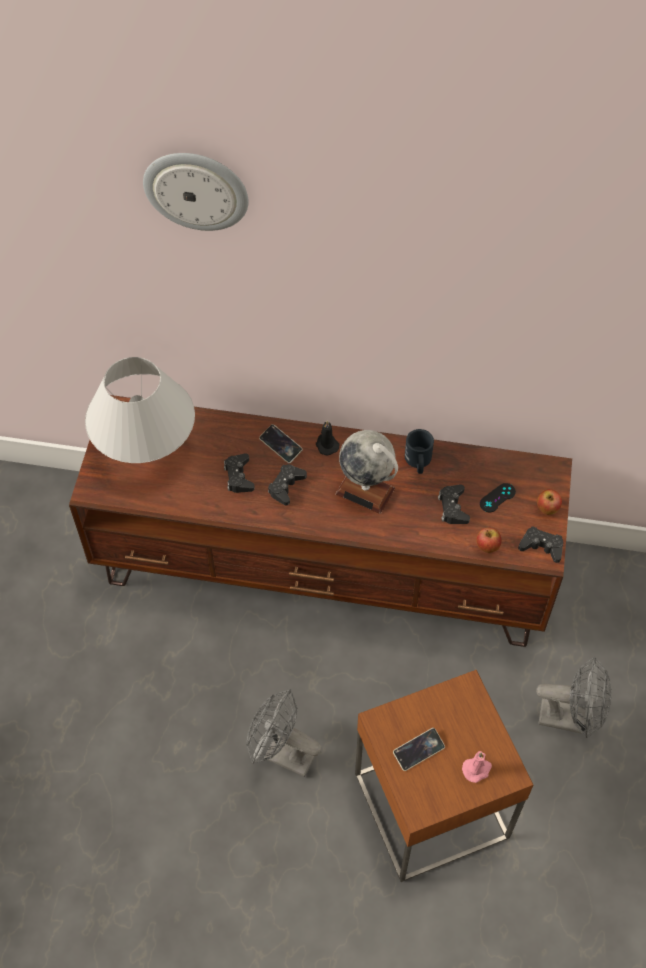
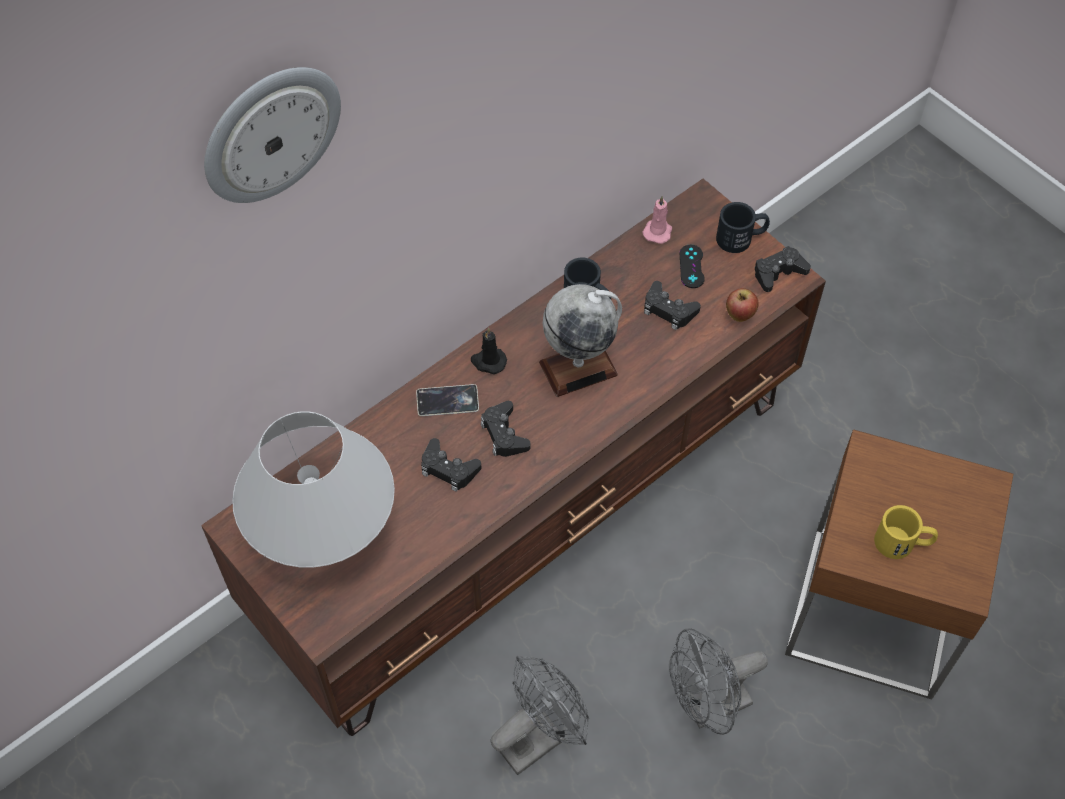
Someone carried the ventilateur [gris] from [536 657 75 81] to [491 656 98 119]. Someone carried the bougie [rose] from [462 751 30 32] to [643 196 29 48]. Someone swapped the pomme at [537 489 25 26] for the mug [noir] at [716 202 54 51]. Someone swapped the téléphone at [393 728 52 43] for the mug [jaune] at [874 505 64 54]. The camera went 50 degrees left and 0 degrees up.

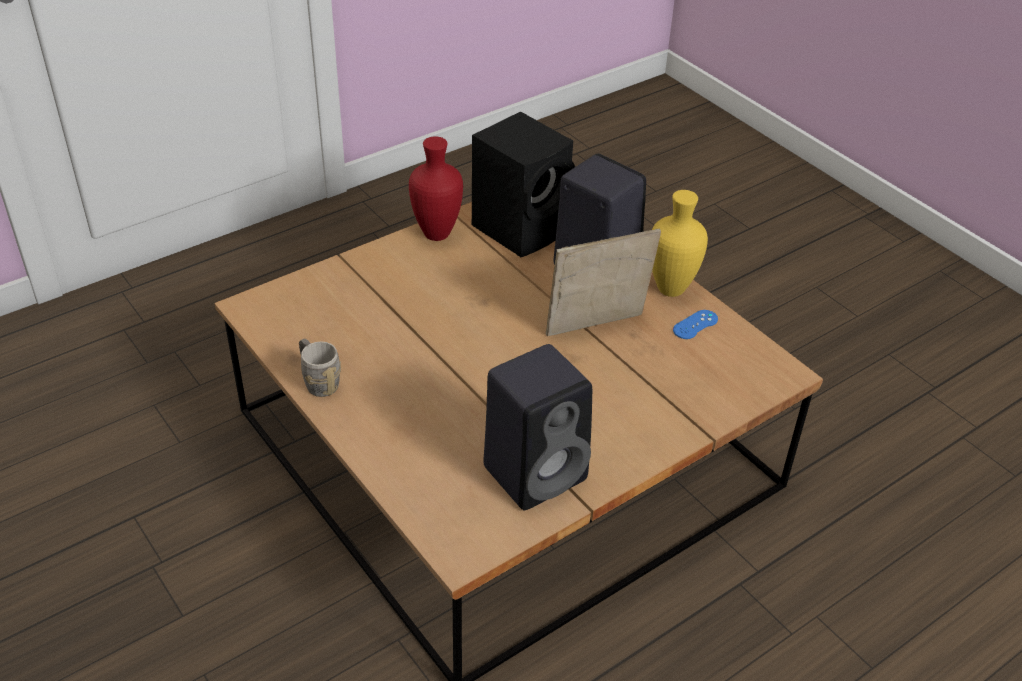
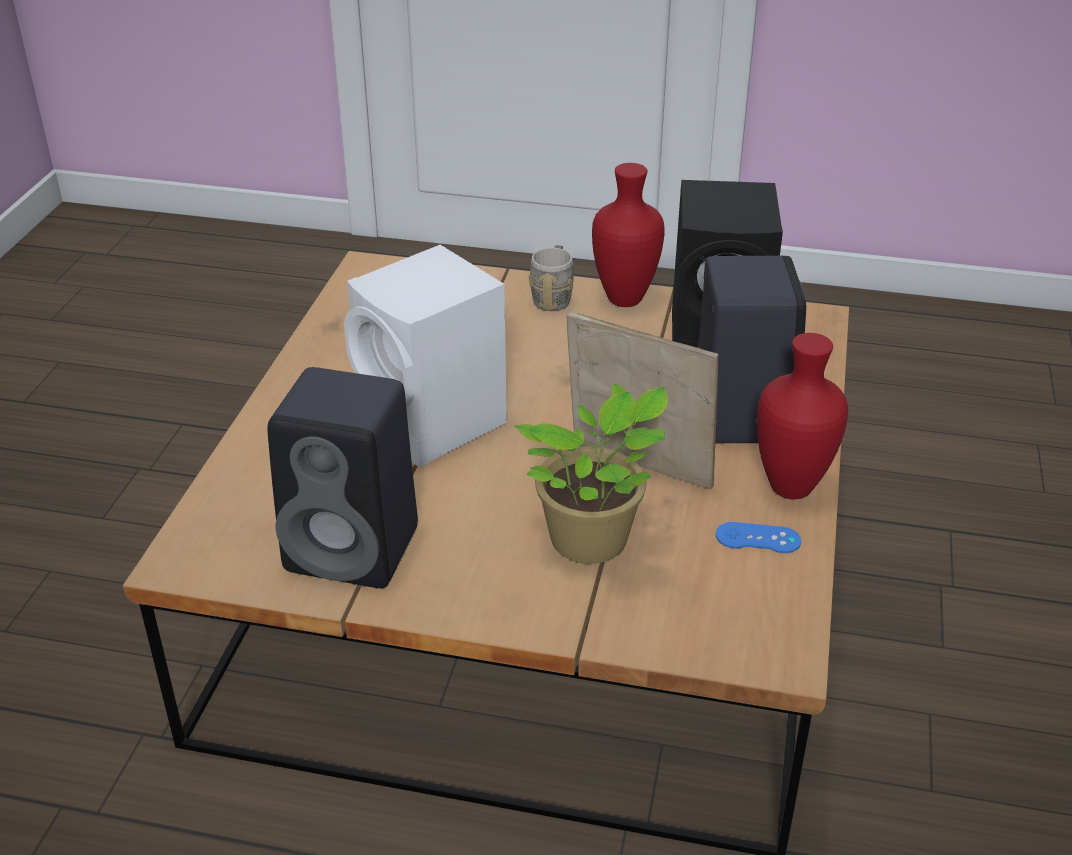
Someone put down the enceinte [blanc] at [344 245 163 222]. Someone put down the plante en pot at [514 384 154 180]. Someone carried the mug [gris] from [299 338 42 59] to [529 245 45 66]. Someone repainted the vase [jaune] at [652 190 56 107], which became the vase [rouge] at [757 333 91 166]. The camera went 50 degrees right and 5 degrees down.

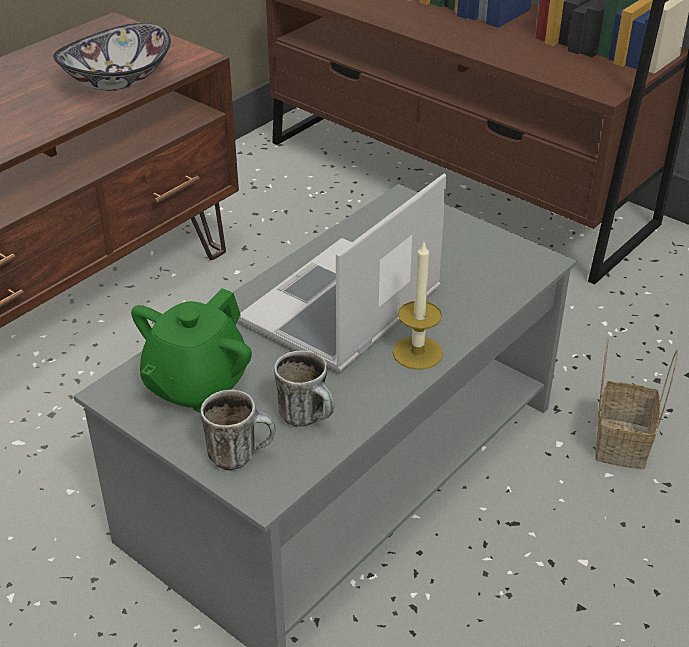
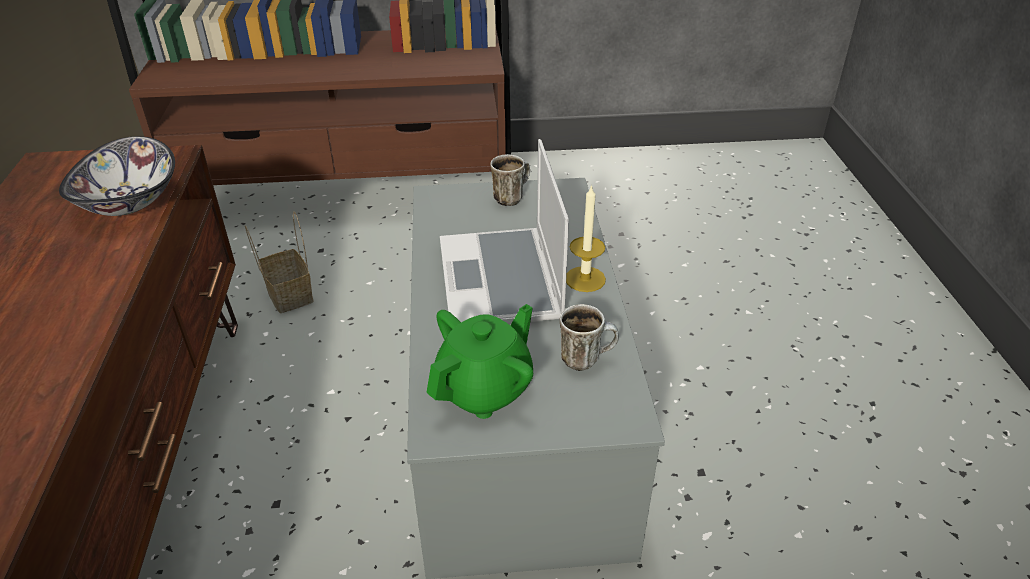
Someone carried the panier from [595 338 83 132] to [245 211 69 102]. Someone rotated the théière [vert] at [131 288 121 125] by 120 degrees counterclockwise. Someone carried the mug from [200 389 76 82] to [490 154 40 52]. The camera went 45 degrees left and 0 degrees up.

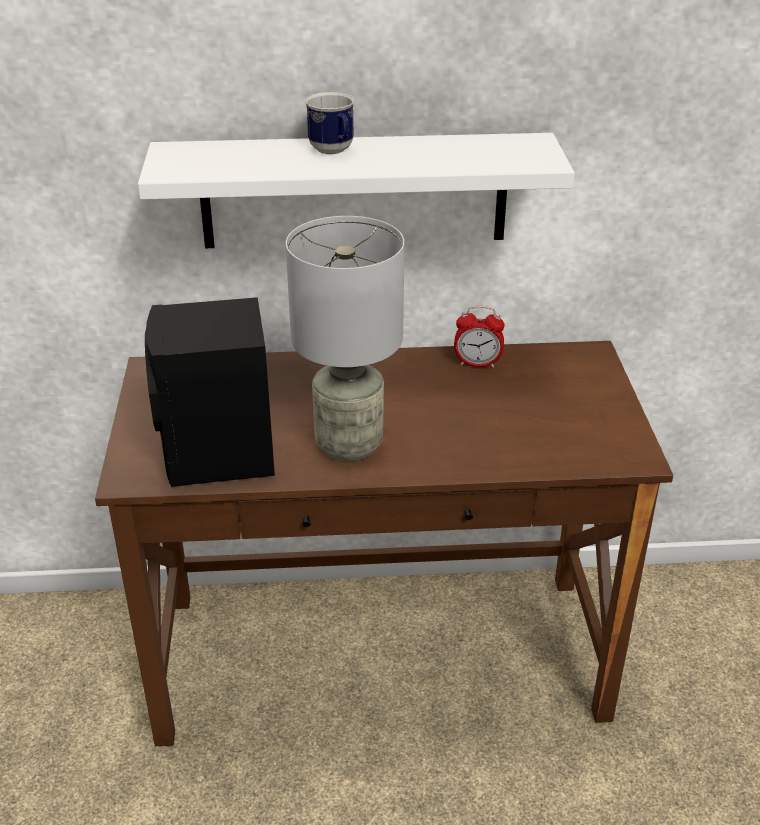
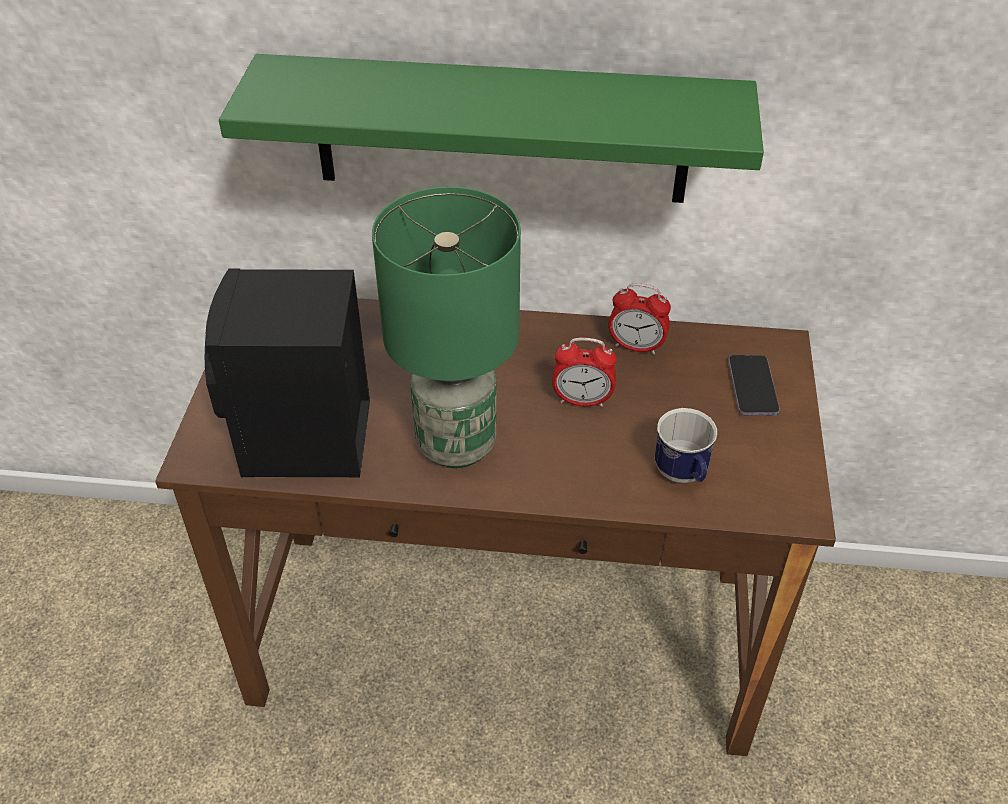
Someone repainted the étagère [blanc] at [138 133 437 115], which became the étagère [vert] at [219 54 545 149]. Someone repainted the lampe de table [gris] at [286 216 118 245], which became the lampe de table [vert] at [372 187 149 281]. Someone put down the réveil at [552 338 65 69]. Someone carried the mug from [305 92 49 62] to [655 408 62 75]. Someone put down the téléphone at [728 355 52 61]. The camera went 10 degrees right and 10 degrees up.

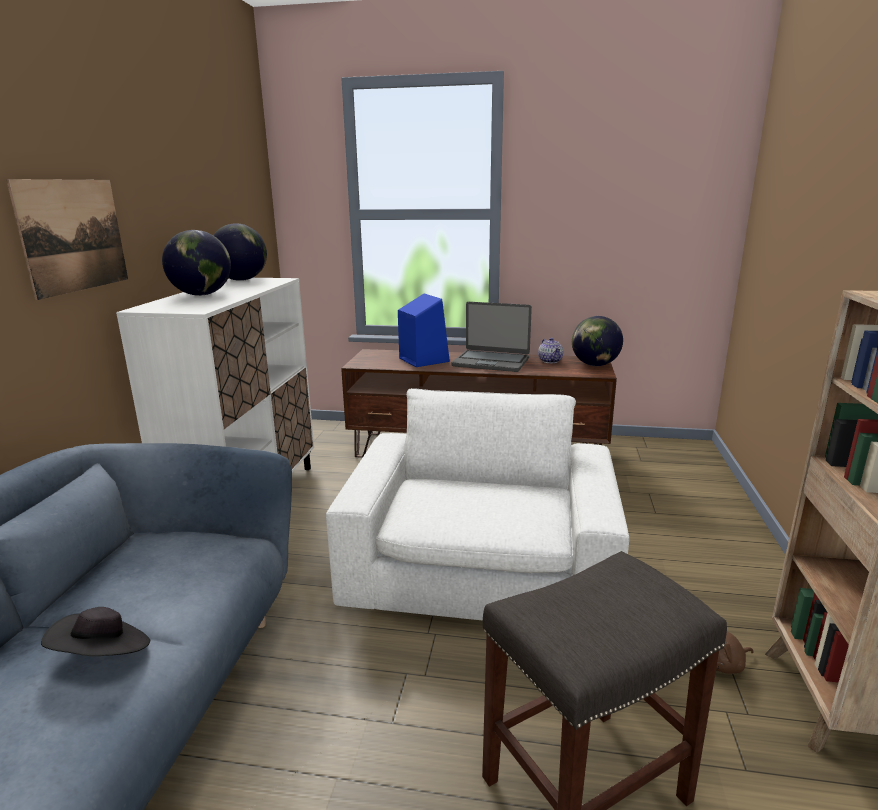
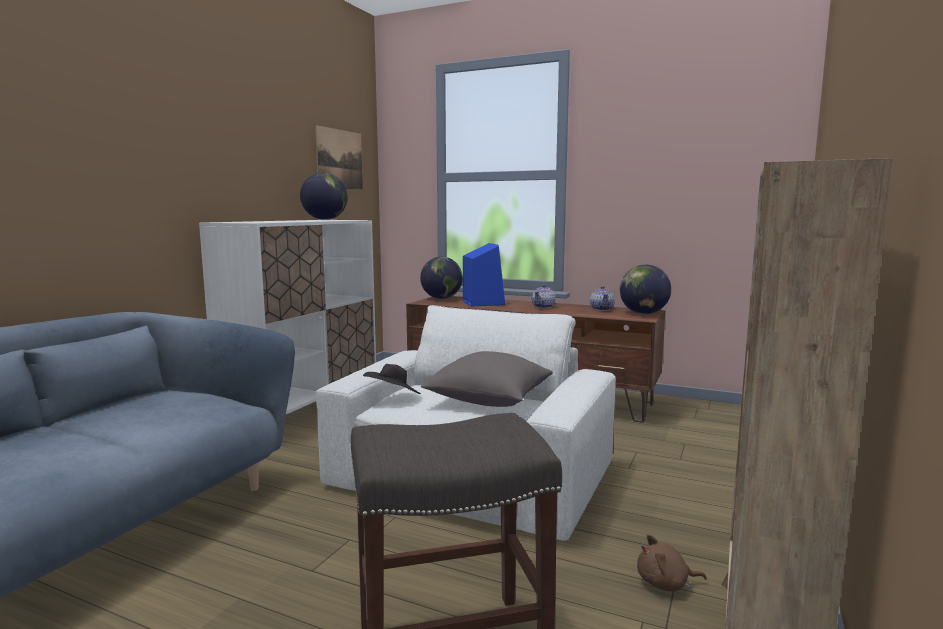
Someone carried the tableau from [6 179 122 121] to [315 125 48 65]. Someone carried the chapeau [noir] from [41 607 109 49] to [363 364 58 30]. Someone carried the globe from [162 230 69 66] to [420 257 43 42]. Someone put down the coussin [gris] at [421 351 132 56]. Someone swapped the ordinateur portable at [451 302 81 70] for the théière at [532 284 23 25]. The camera went 15 degrees right and 10 degrees down.

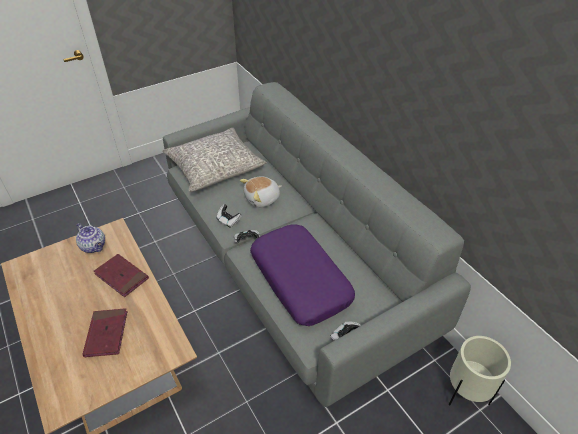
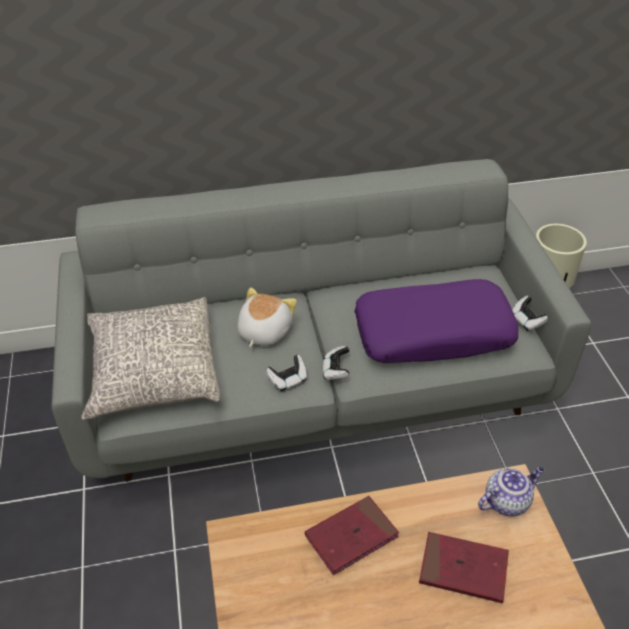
Someone rotated the peluche at [240 177 42 31] by 150 degrees counterclockwise. Someone carried the théière from [76 223 29 30] to [478 467 66 49]. The camera went 70 degrees left and 0 degrees up.

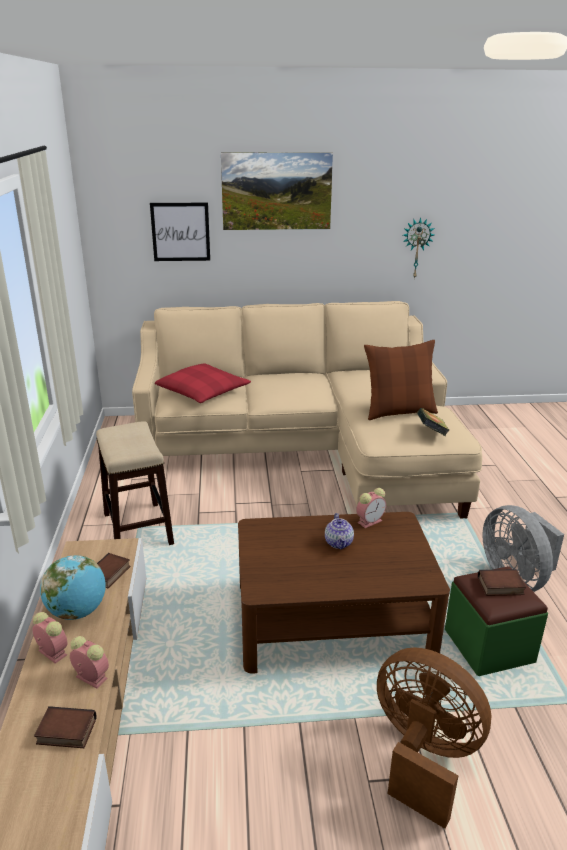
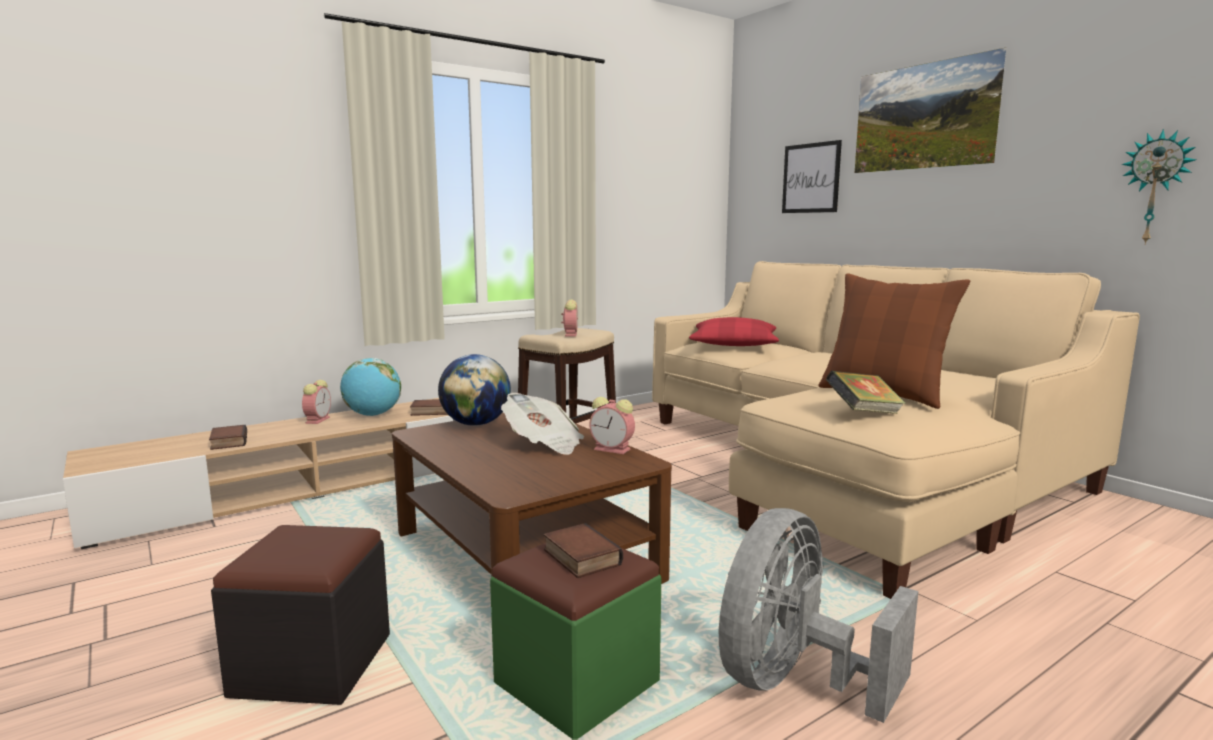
Someone swapped the ventilateur [marron] at [377 647 114 182] for the pouf [noir] at [211 525 179 180]. Someone put down the globe at [438 354 73 72]. Someone swapped the théière at [325 513 29 36] for the journal at [501 393 83 62]. Someone carried the réveil from [70 636 39 53] to [561 300 17 36]. The camera went 60 degrees right and 15 degrees down.

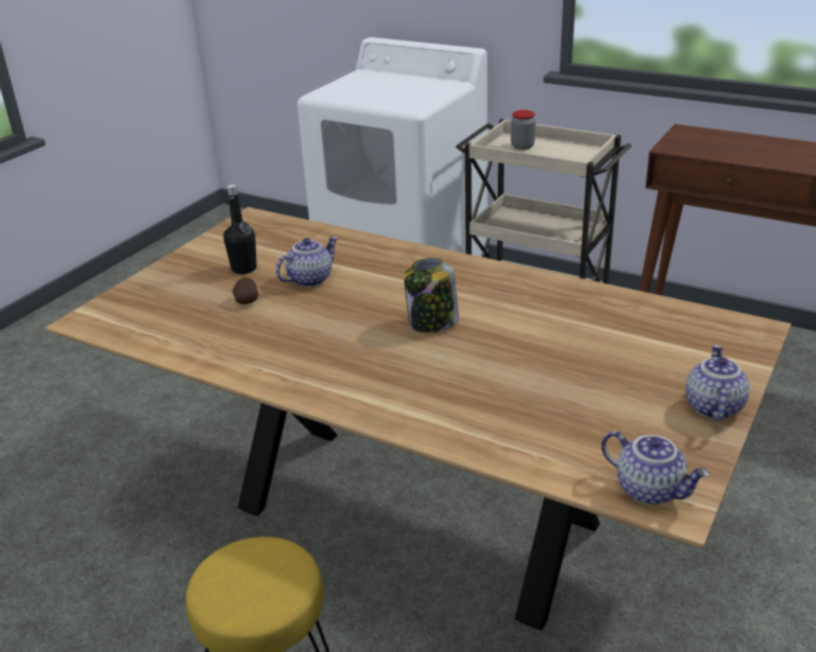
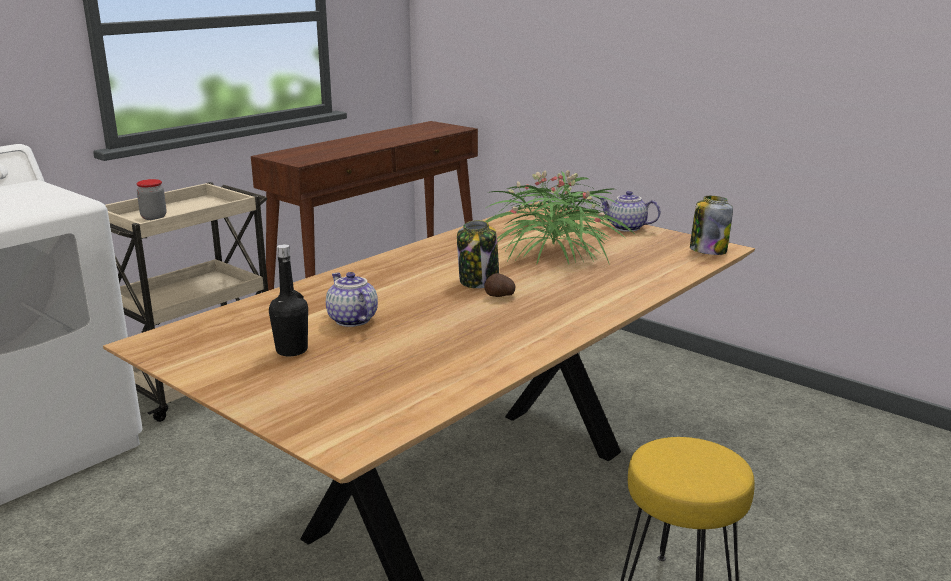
Someone carried the pomme de terre from [233 278 25 26] to [484 273 31 24]. Someone put down the plante en pot at [485 170 150 96]. Someone swapped the théière at [601 431 109 74] for the bocal at [690 196 43 59]. The camera went 80 degrees left and 10 degrees down.

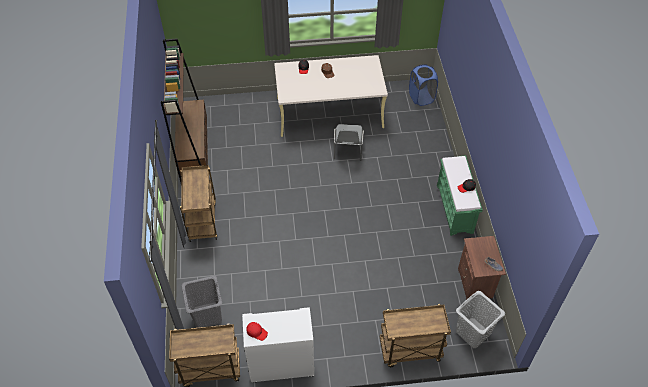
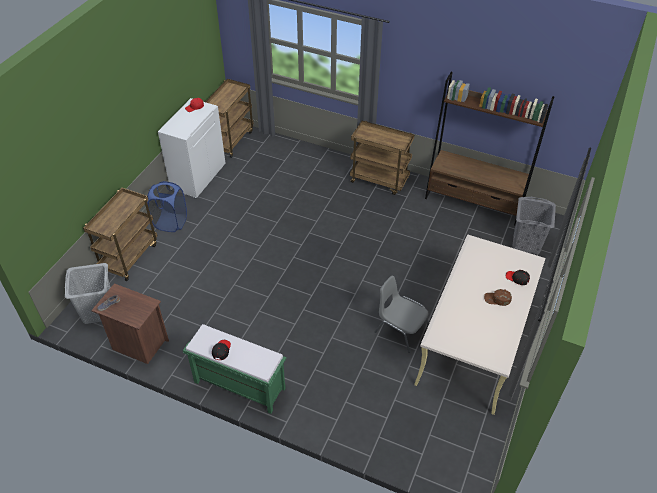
Someone carried the panier à linge [bleu] from [409 64 29 42] to [147 181 40 51]. Someone carried the panier à linge [gris] from [181 276 41 52] to [512 197 44 57]. The camera went 120 degrees right and 5 degrees down.

